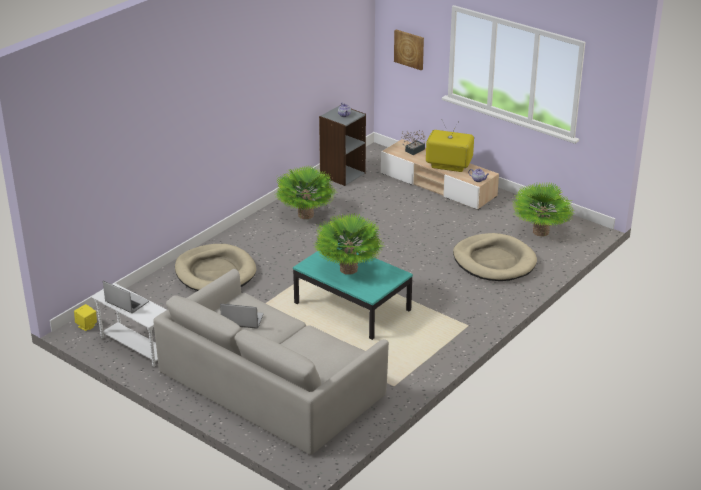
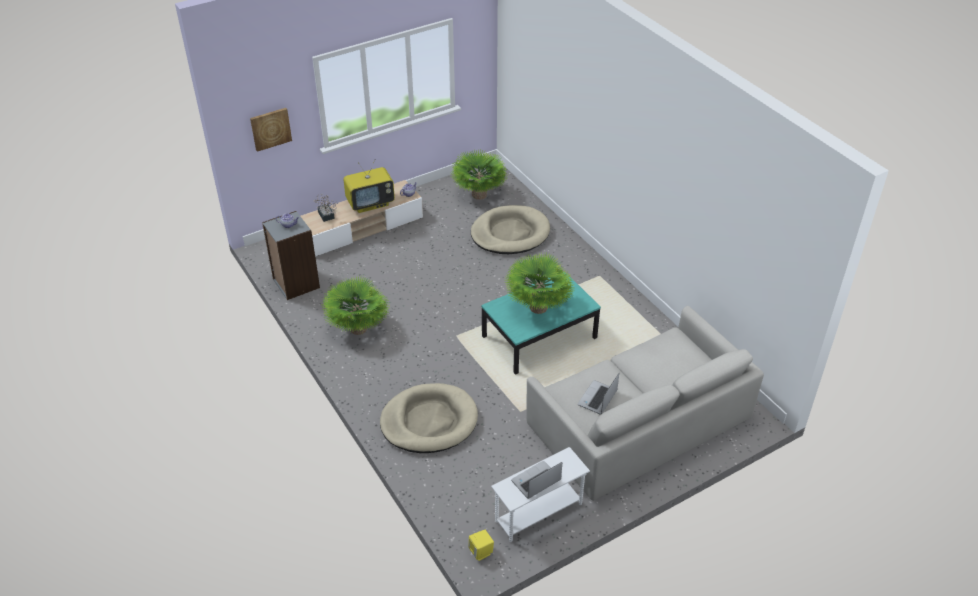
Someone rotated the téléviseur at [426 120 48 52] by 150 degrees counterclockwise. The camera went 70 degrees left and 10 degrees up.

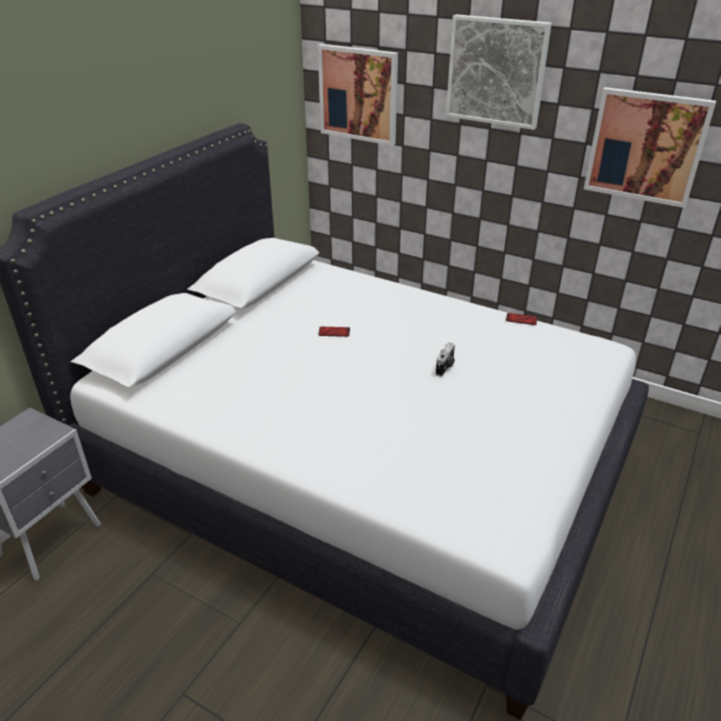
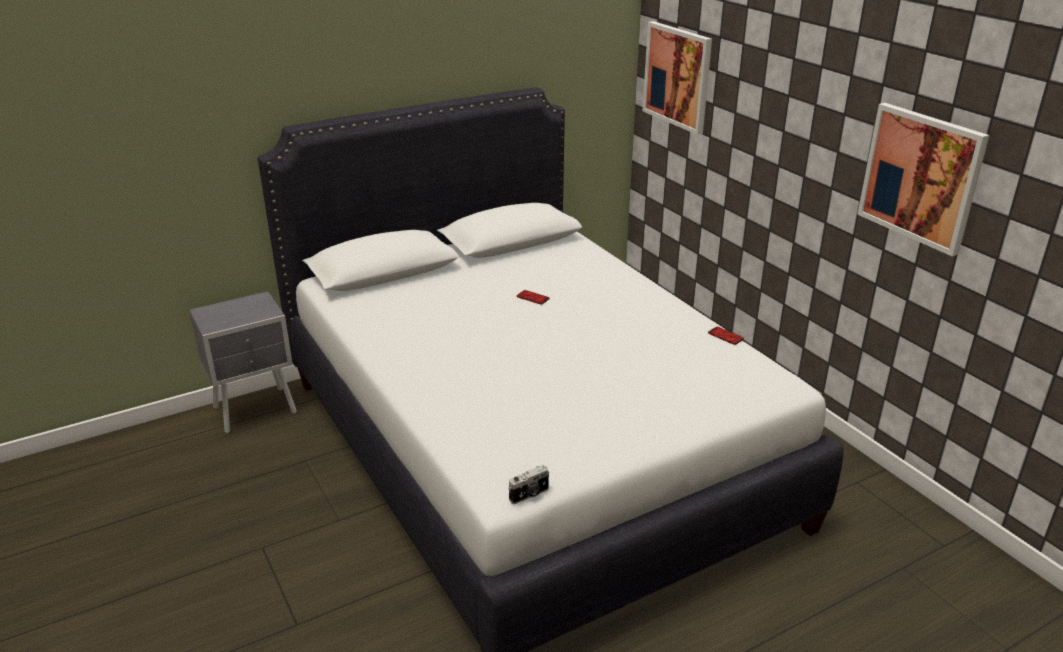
Someone carried the appareil photo from [436 342 19 35] to [508 465 41 39]. Someone took away the tableau at [446 14 106 116]. The camera went 30 degrees right and 5 degrees down.

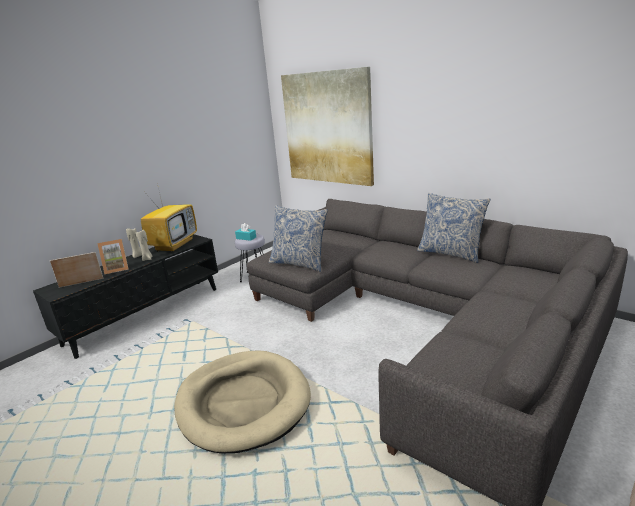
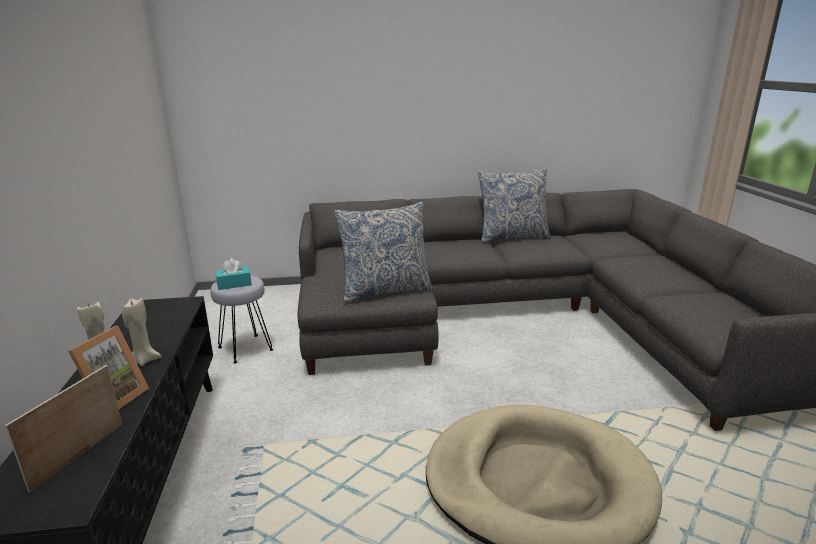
Someone took away the téléviseur at [141 183 56 69]. Someone took away the tableau at [281 67 93 119]. The camera went 50 degrees left and 0 degrees up.

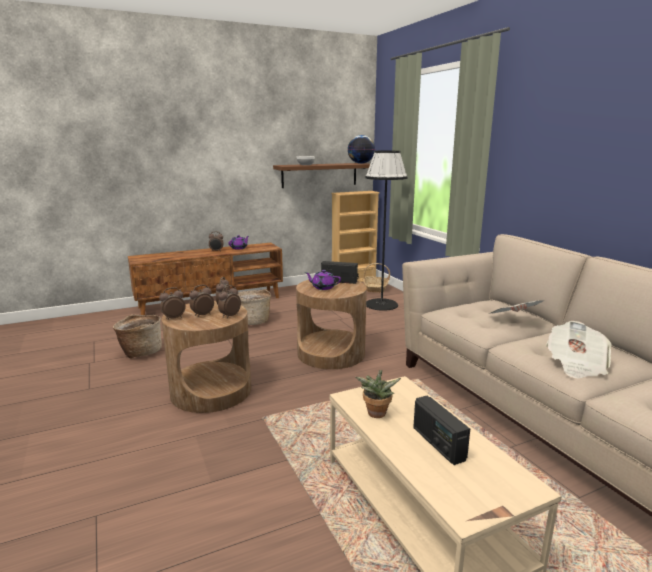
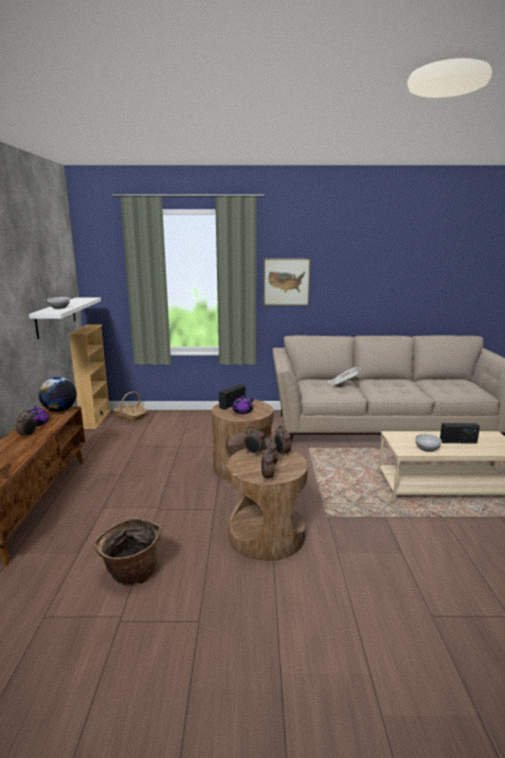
Someone repainted the étagère [marron] at [273 163 97 25], which became the étagère [blanc] at [29 297 72 43]. Someone carried the globe from [348 135 27 29] to [39 377 38 35]. Someone put up the tableau at [263 258 48 48]. Someone swapped the plante en pot at [355 370 46 48] for the bol at [415 434 27 18]. Someone took away the panier at [236 289 35 36]. Someone took away the lampadaire [noir] at [366 151 42 160]. Someone took away the journal at [546 321 66 57]. The camera went 65 degrees left and 0 degrees up.

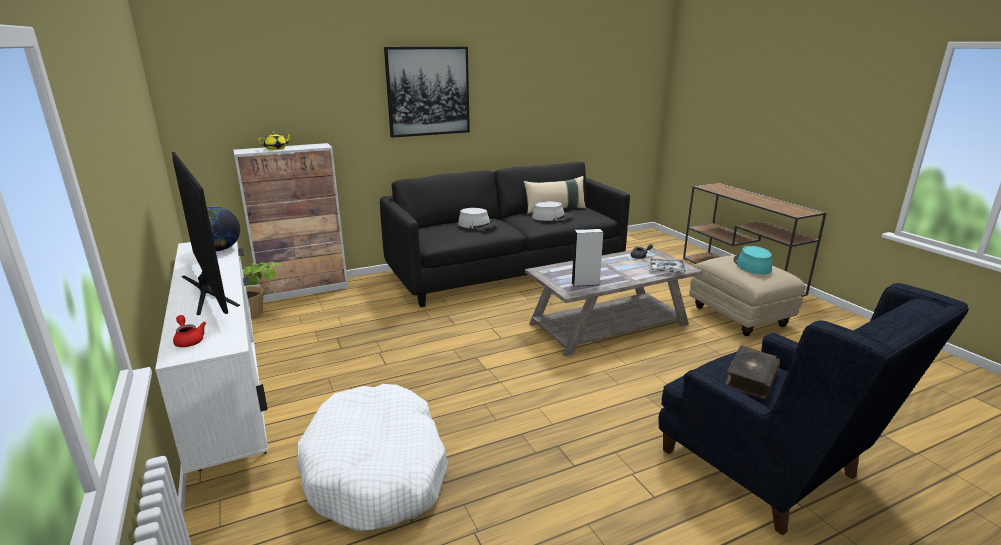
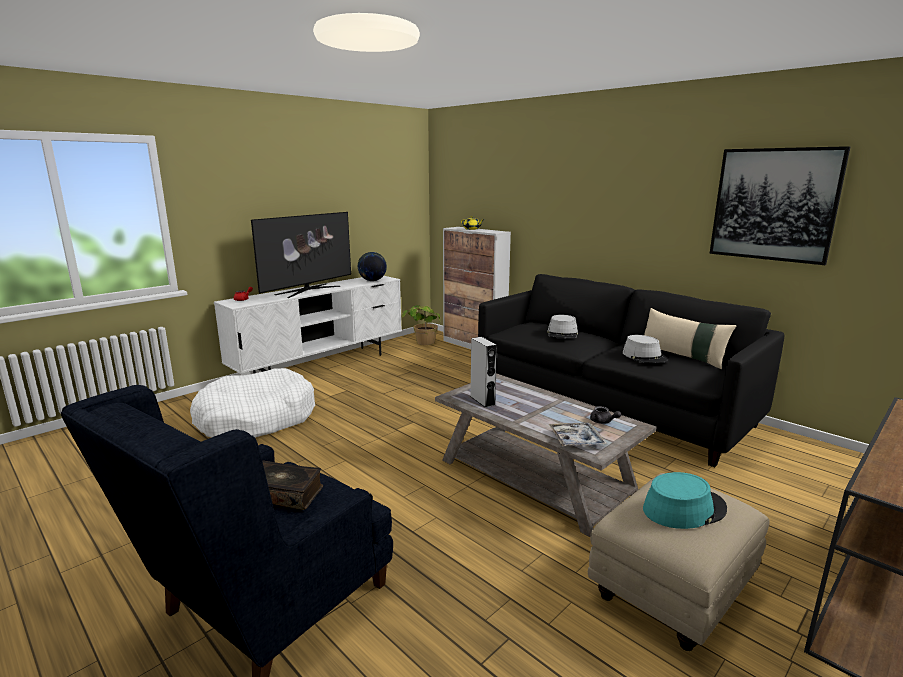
Someone carried the tableau from [384 47 86 91] to [709 146 141 119]. The camera went 70 degrees right and 5 degrees down.

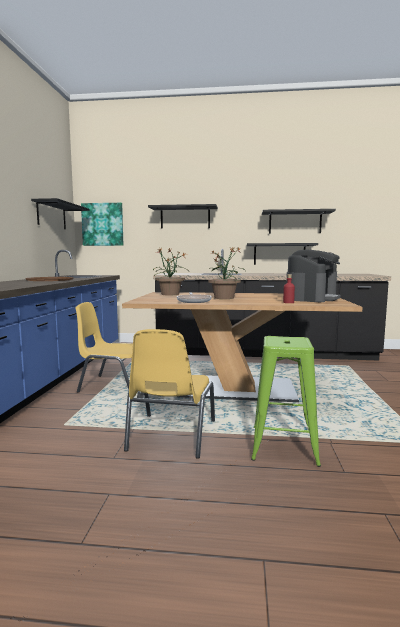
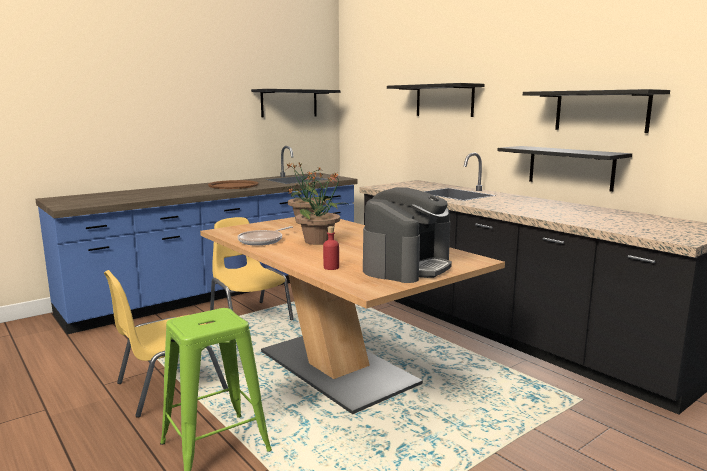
Someone rotated the machine à café at [287 249 54 53] by 45 degrees counterclockwise. Someone took away the tableau at [81 203 42 43]. The camera went 45 degrees right and 5 degrees up.

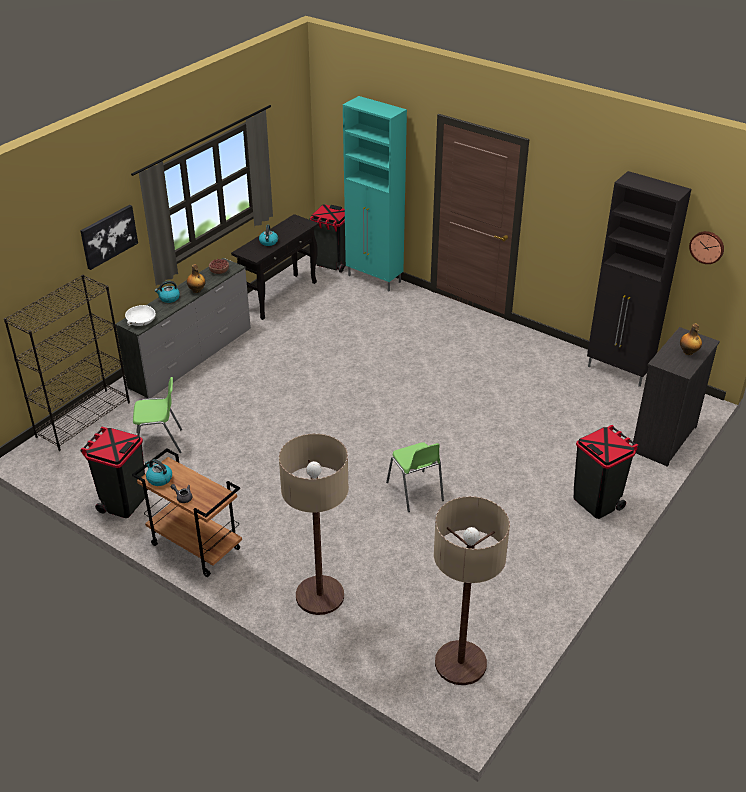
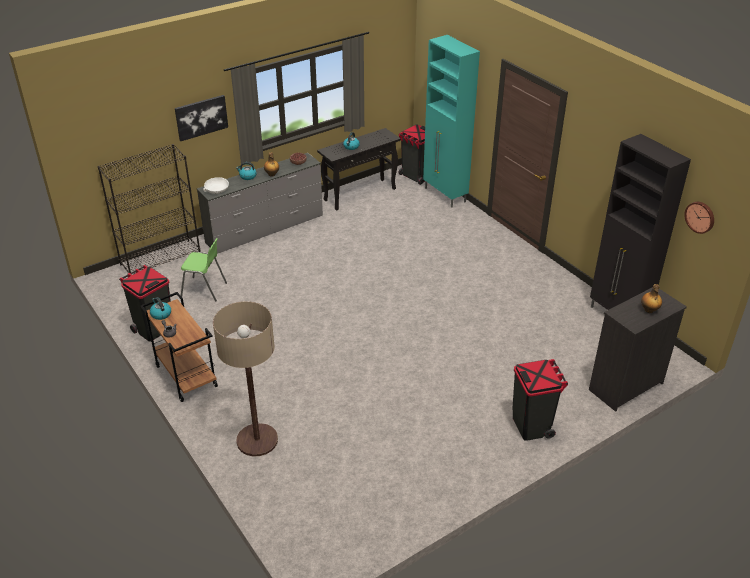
Someone took away the chaise [vert] at [386 442 58 70]. Someone took away the lampadaire at [434 496 76 189]. The camera went 20 degrees right and 0 degrees up.

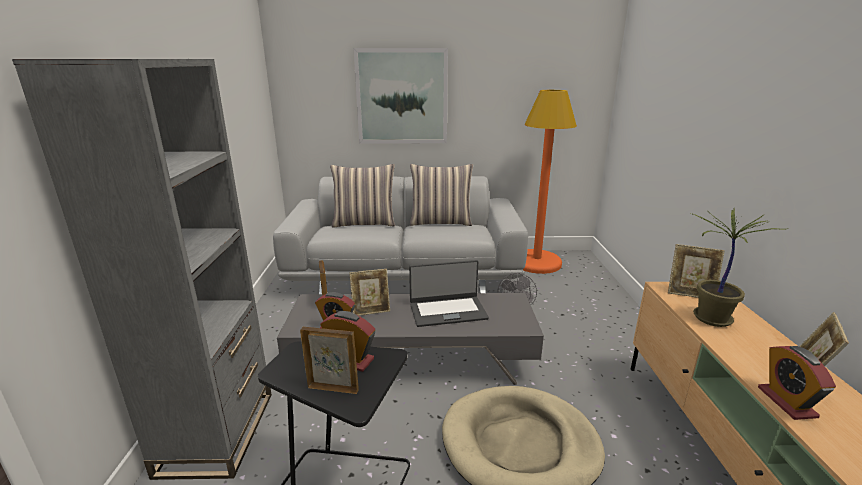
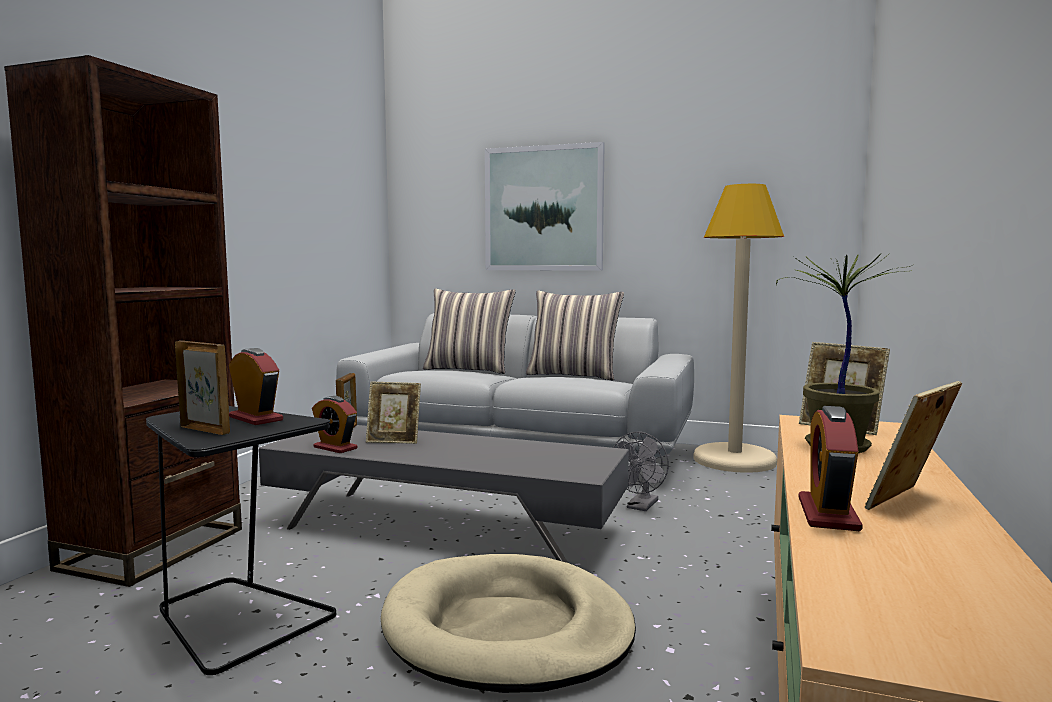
Someone repainted the bibliothèque [gris] at [12 59 260 421], which became the bibliothèque [marron] at [4 55 238 532]. Someone repainted the lampadaire [orange] at [523 90 54 184], which became the lampadaire [beige] at [693 184 91 289]. Someone took away the ordinateur portable at [409 260 80 67]. The camera went 20 degrees right and 15 degrees down.

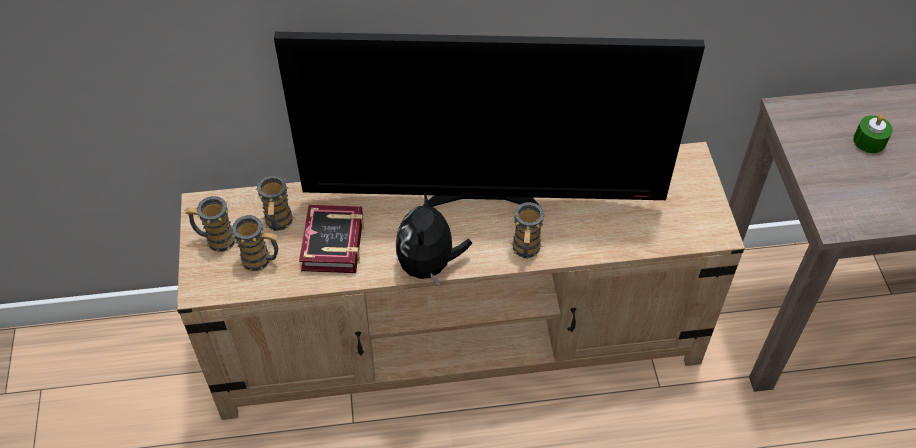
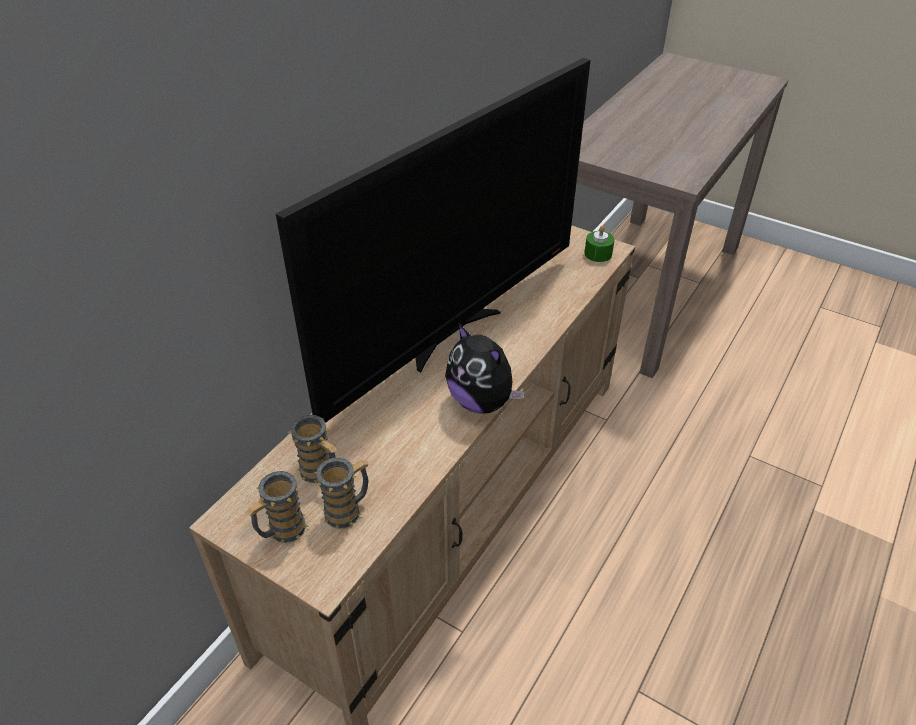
Someone carried the bougie [vert] from [853 115 40 38] to [584 226 31 36]. Someone took away the livre at [299 205 65 68]. Someone took away the mug at [510 202 37 57]. The camera went 50 degrees left and 10 degrees down.

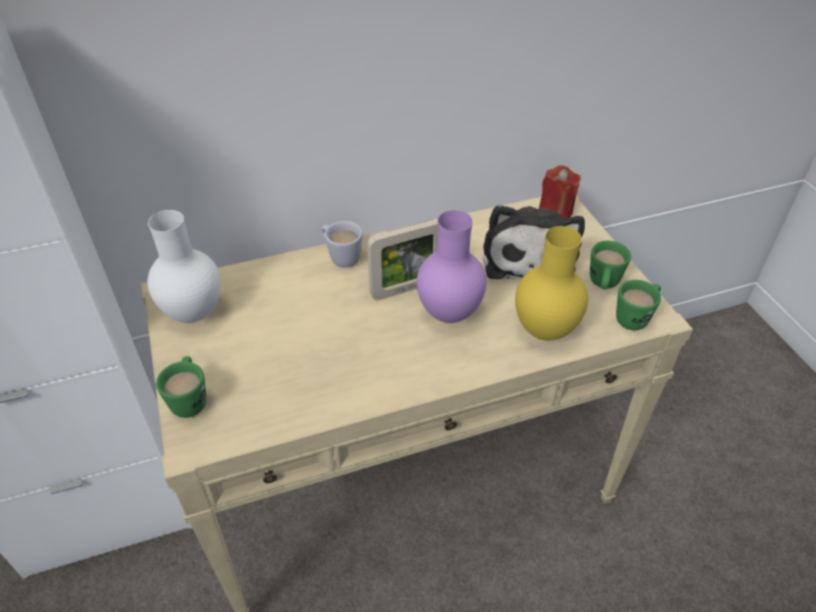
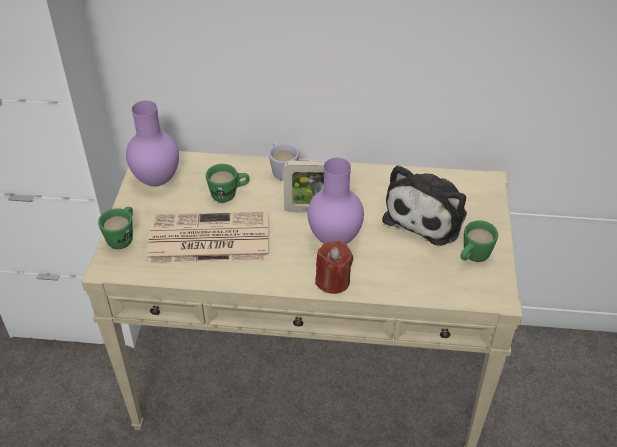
Someone repainted the vase [blanc] at [148 210 73 113], which became the vase [violet] at [126 100 53 86]. Someone put down the journal at [147 212 122 52]. Someone carried the mug [vert] from [616 280 45 50] to [206 164 44 38]. Someone carried the bougie [rouge] from [539 165 42 54] to [315 241 38 53]. Someone took away the vase [jaune] at [515 226 73 115]. The camera went 25 degrees right and 0 degrees up.

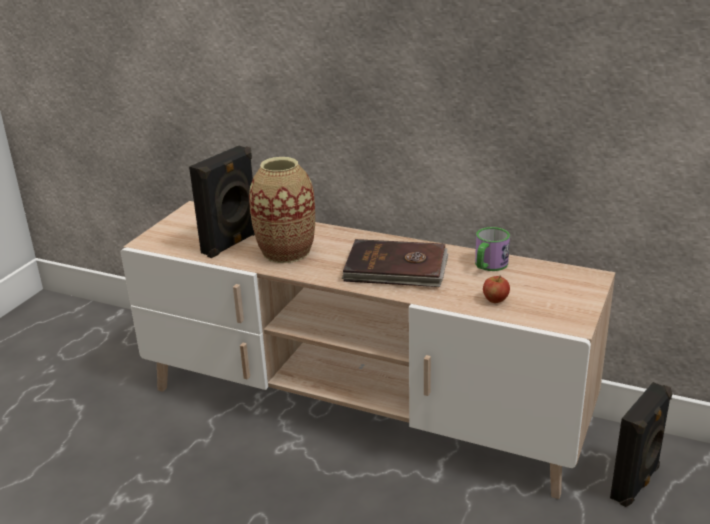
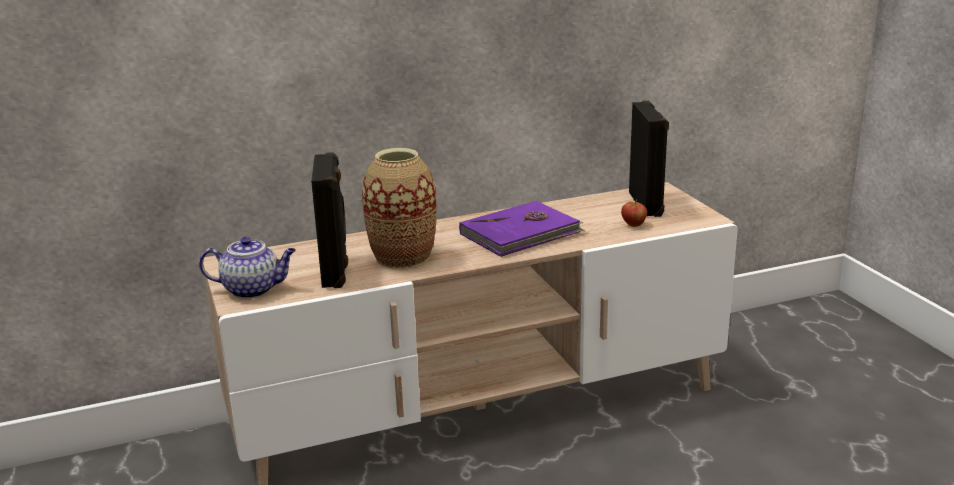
Someone put down the théière at [199 237 97 61]. Someone repainted the livre [marron] at [341 239 107 48], which became the livre [violet] at [459 201 126 56]. Someone carried the enceinte [noir] from [610 382 62 125] to [629 101 40 116]. Someone took away the mug at [475 227 35 44]. The camera went 45 degrees left and 5 degrees down.

